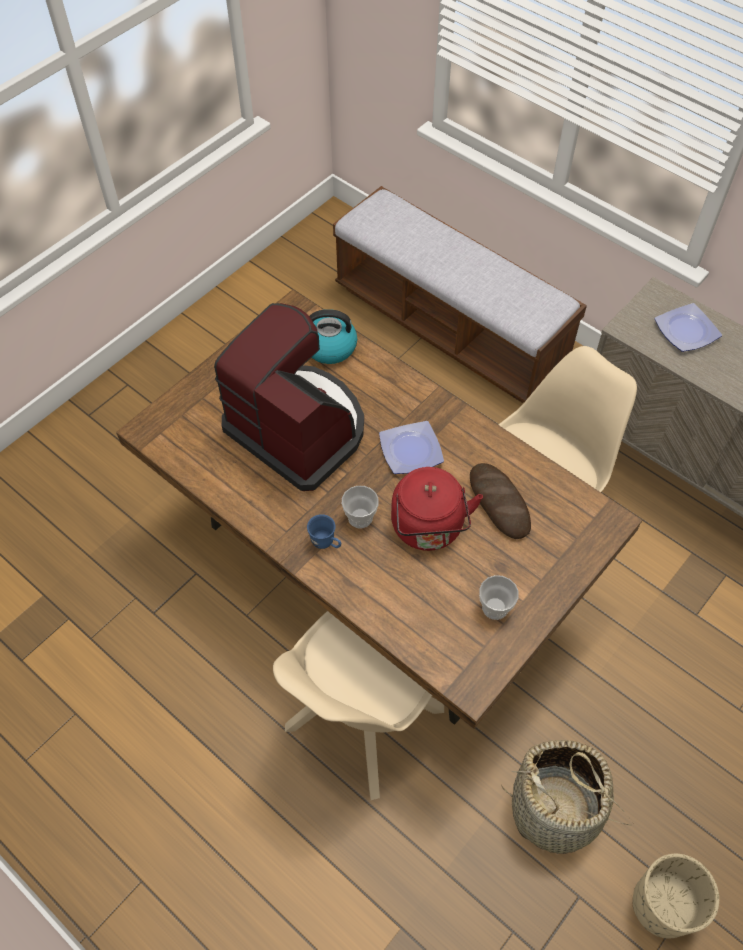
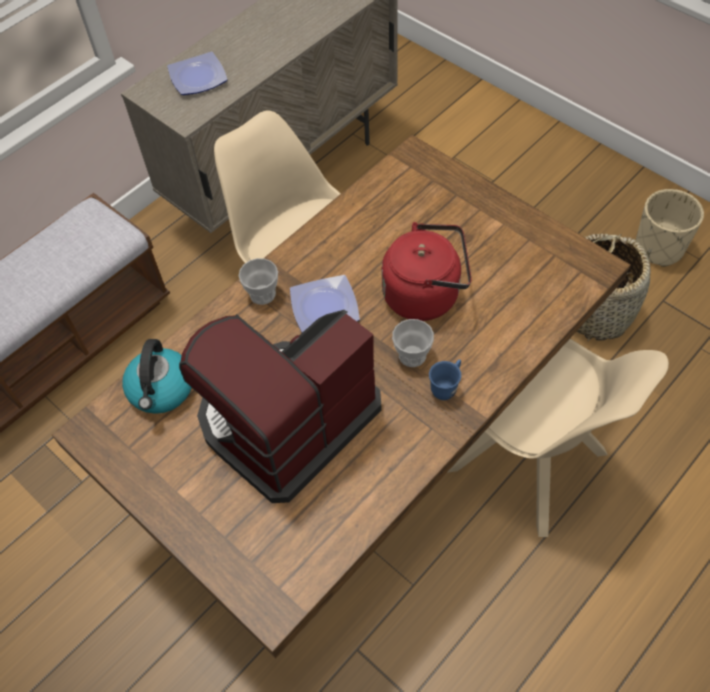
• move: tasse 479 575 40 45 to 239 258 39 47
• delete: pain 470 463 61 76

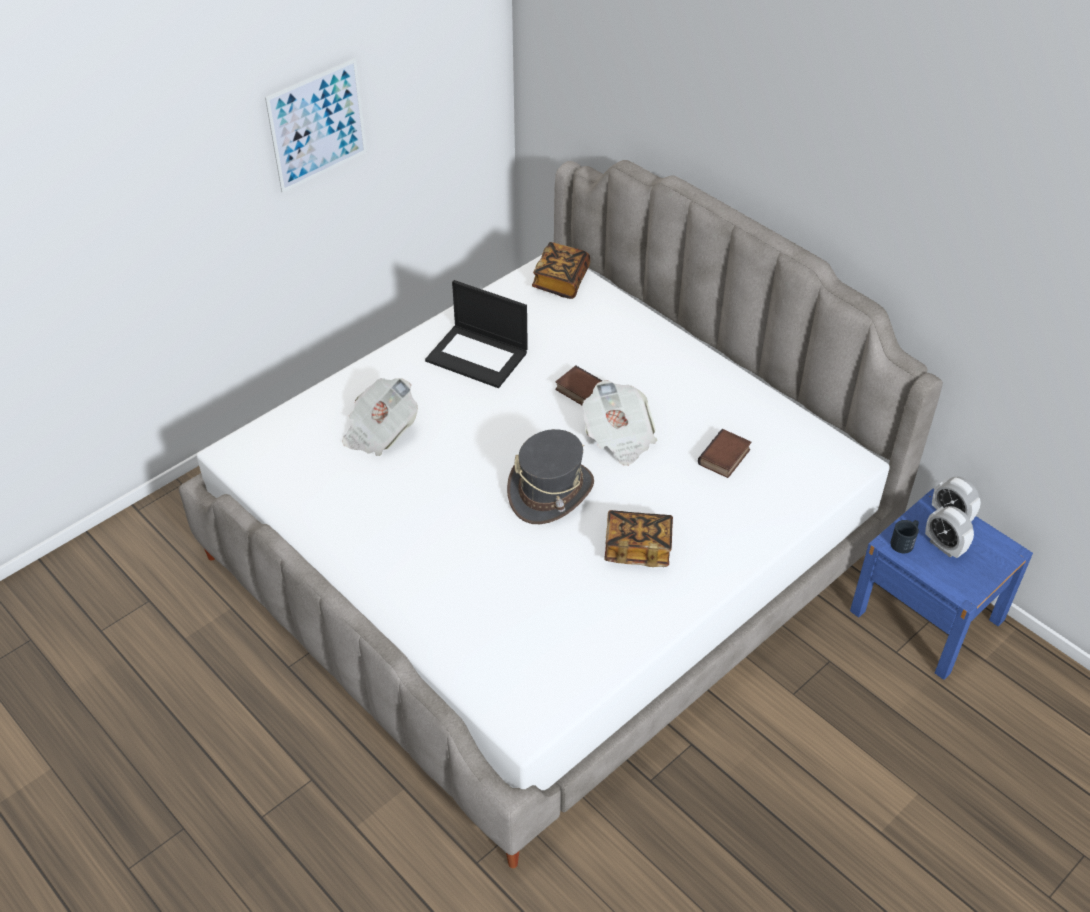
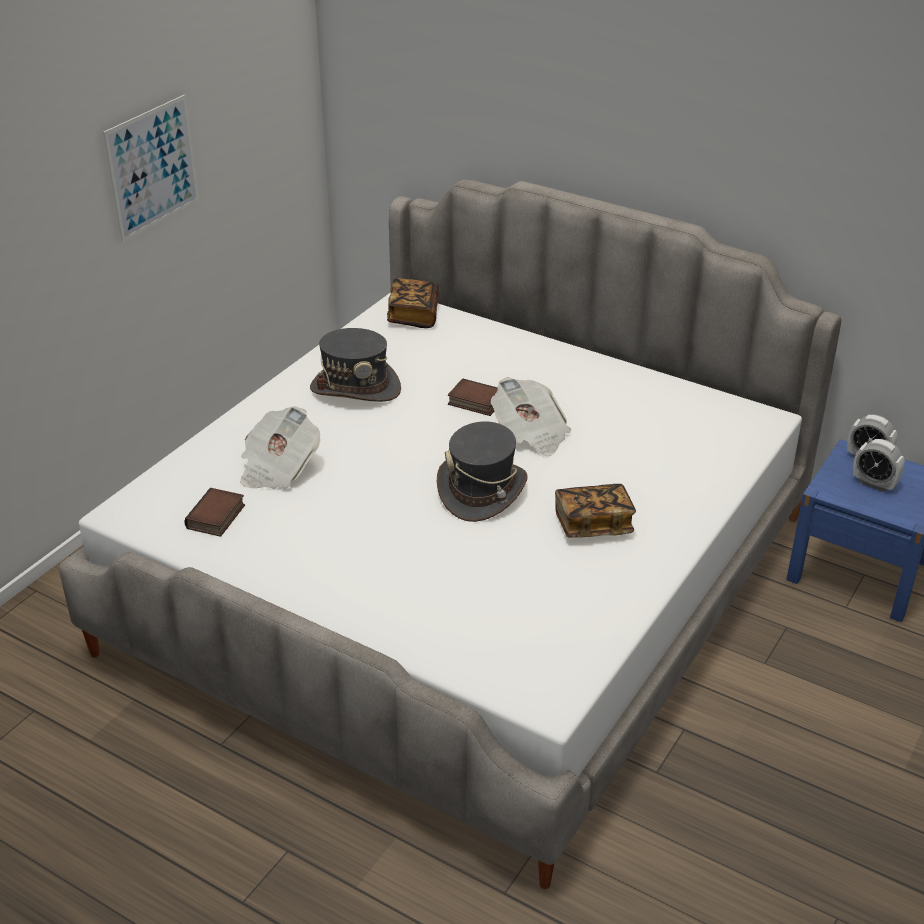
• move: livre 698 429 53 49 to 184 488 61 49
• replace: ordinateur portable 425 280 103 108 to chapeau (gris) 310 328 91 74
• delete: mug (noir) 890 520 29 33

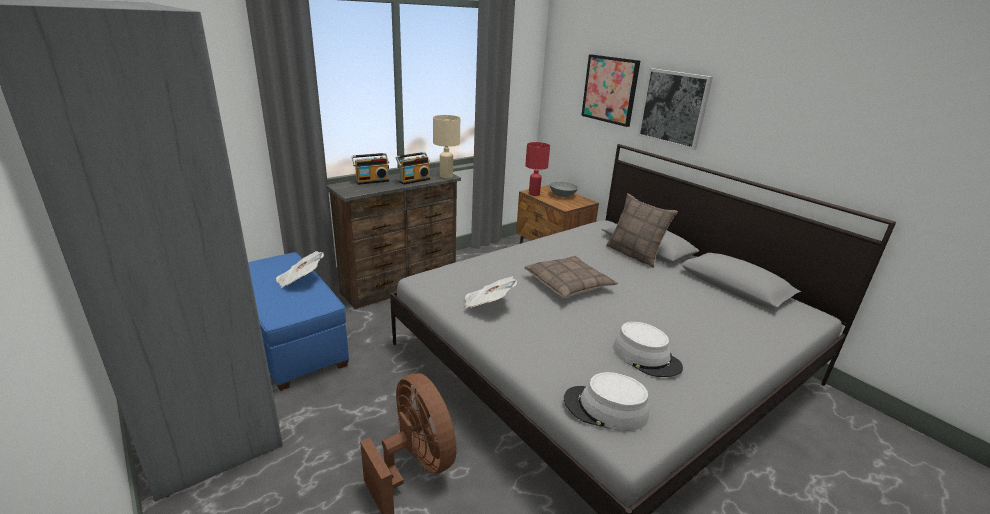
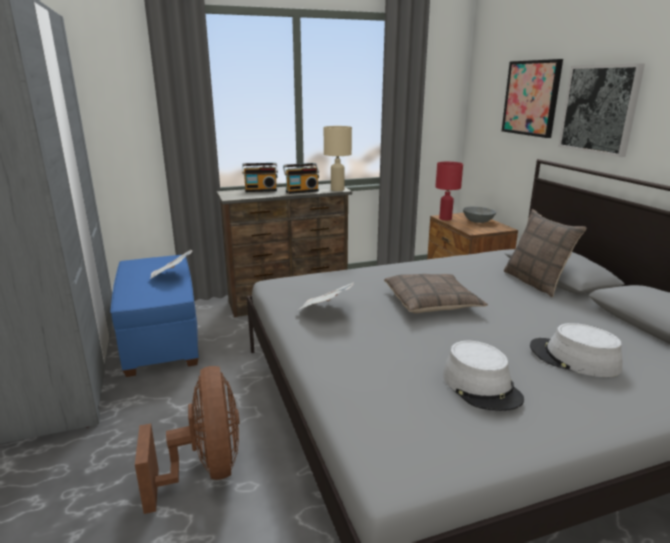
• move: chapeau (gris) 564 372 85 59 to 530 323 92 54

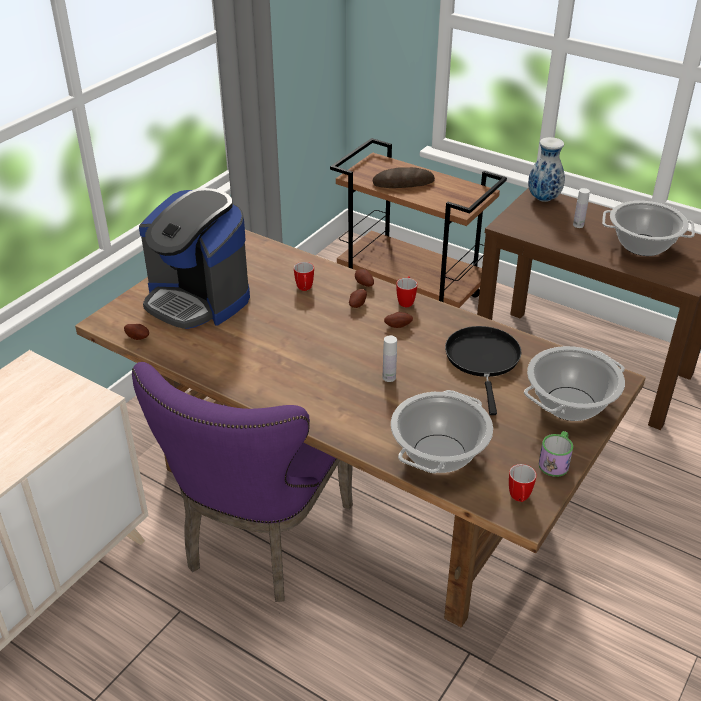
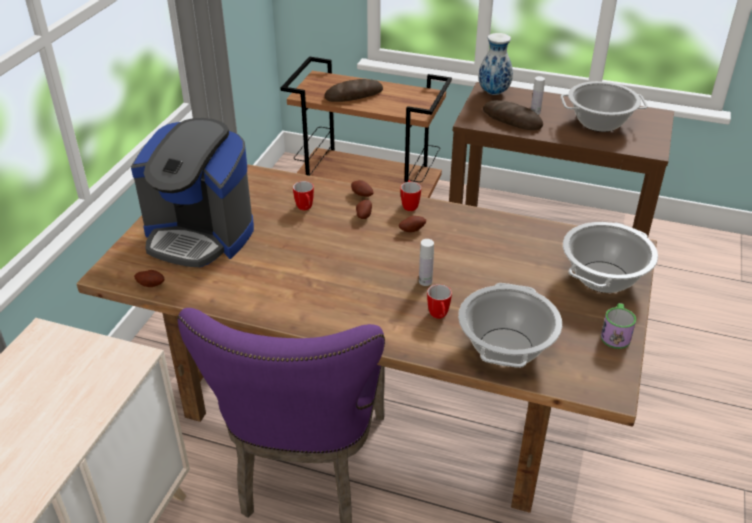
• move: mug 509 464 28 38 to 427 284 25 35
• insert: pain 483 100 60 30
• delete: poêle (noir) 445 326 76 89

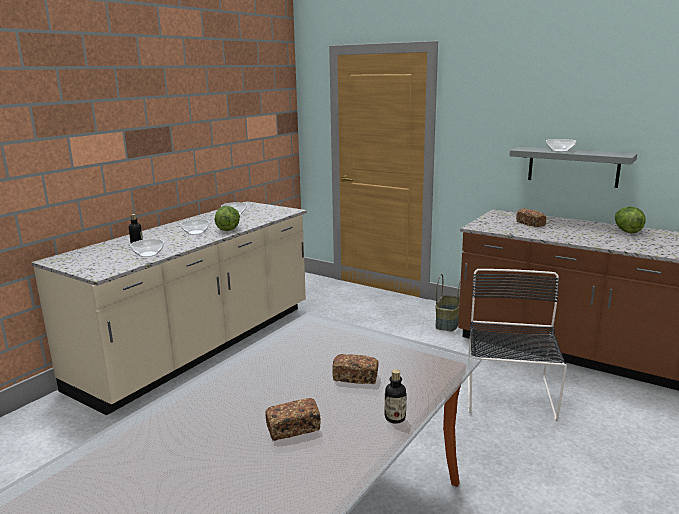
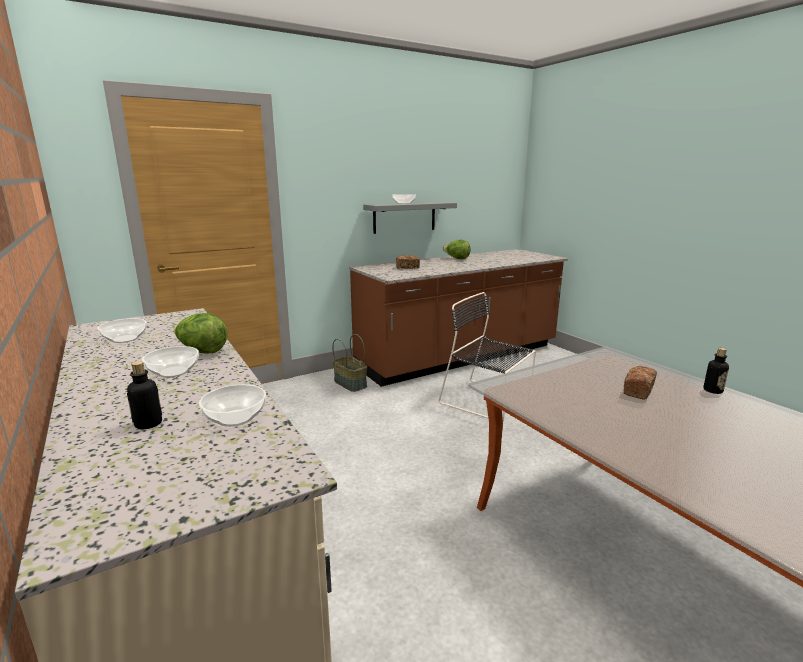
• delete: pain 265 398 56 43

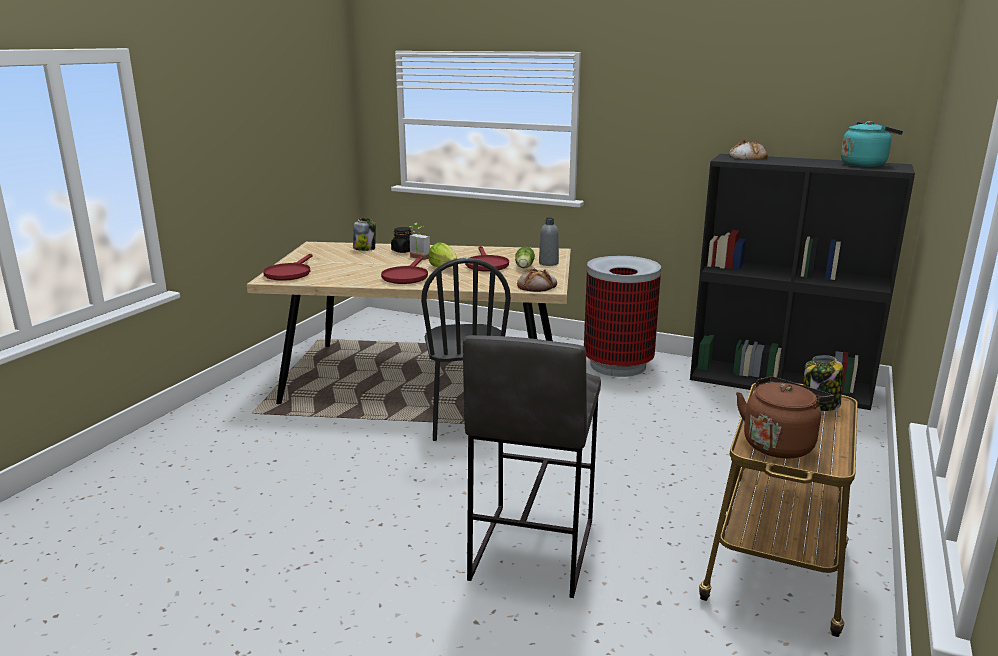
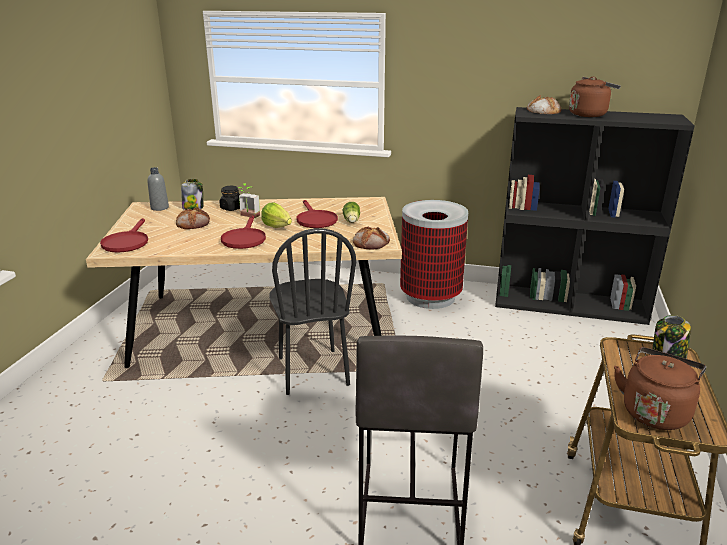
• move: bouteille (gris) 539 217 20 49 to 148 167 21 44
• insert: pain 176 207 34 22
• insert: bouilloire (marron) 569 77 52 40
• delete: bouilloire (turquoise) 841 121 62 46

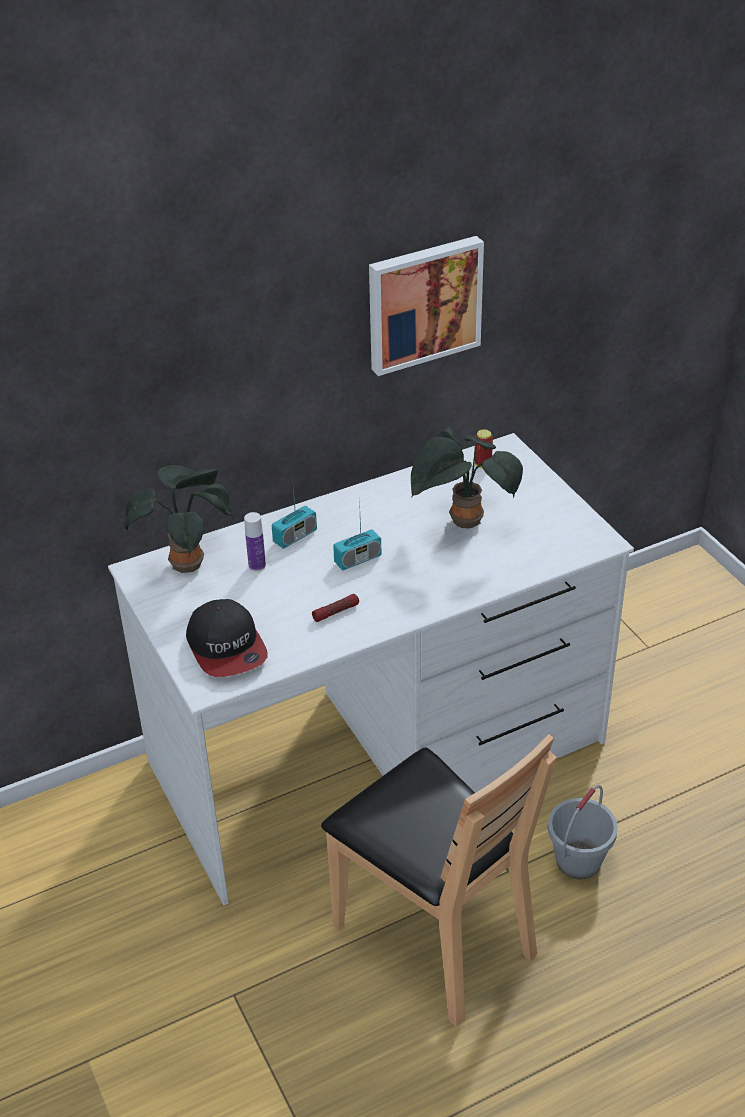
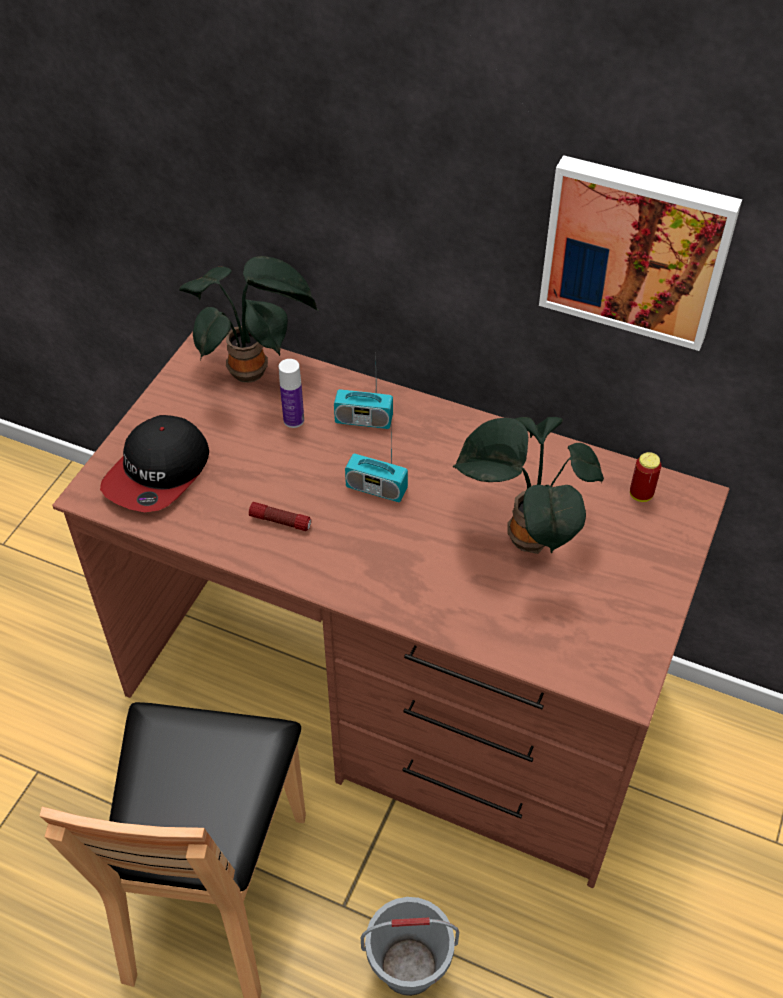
• recolor: bureau (blanc) 108 433 526 472 to bureau (marron) 52 332 677 556

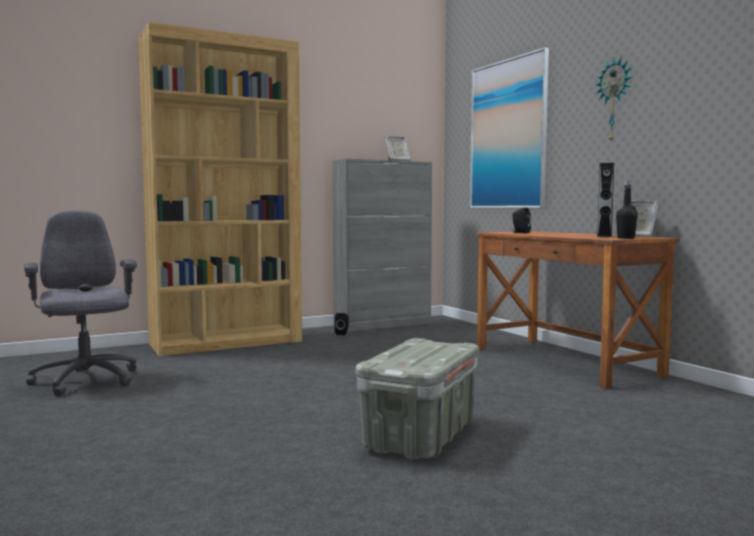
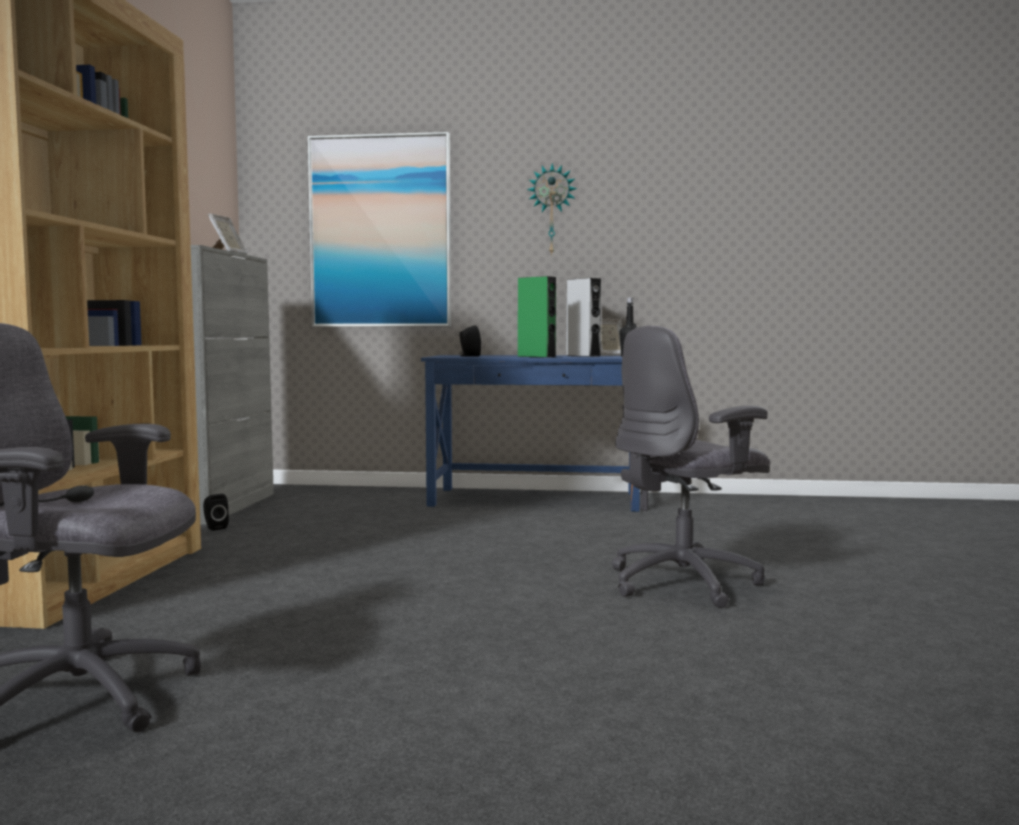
• recolor: bureau (marron) 475 231 204 158 to bureau (bleu) 421 355 219 157
• insert: enceinte (vert) 518 276 38 82
• replace: boîte de rangement (gris) 356 338 123 122 to chaise de bureau (gris) 611 326 159 282

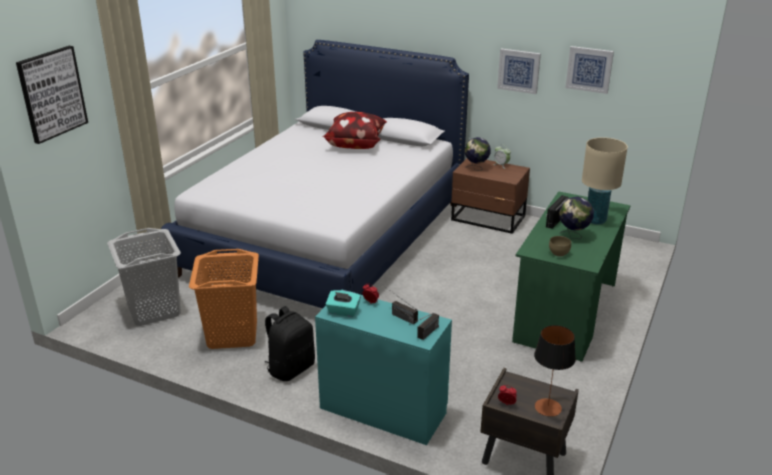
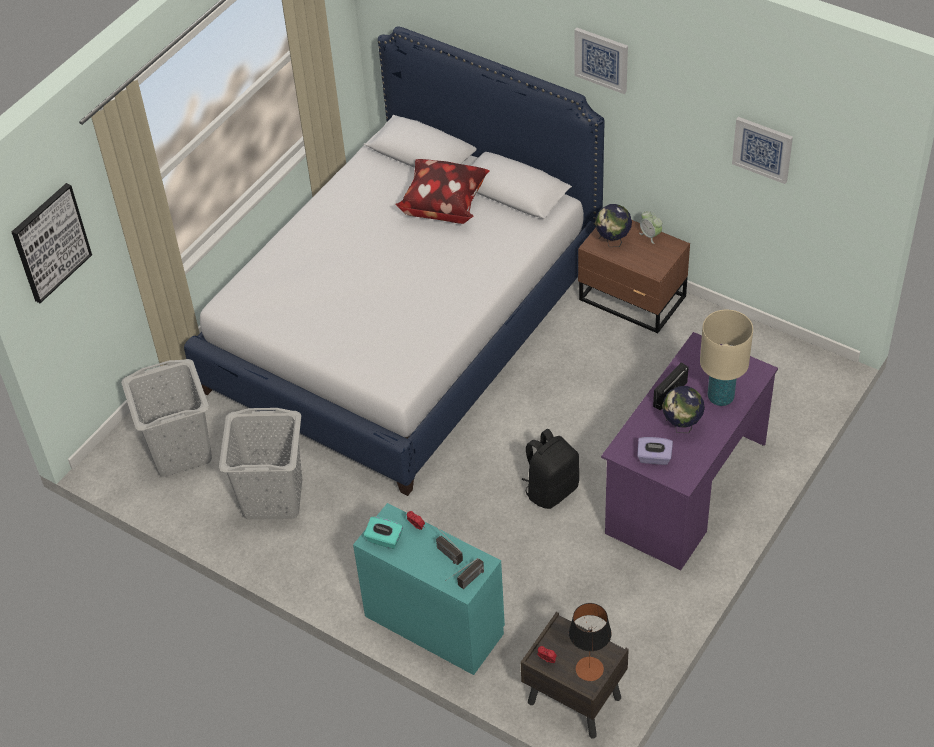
• recolor: panier à linge (orange) 189 249 70 100 to panier à linge (gris) 219 408 83 111
• move: sac à dos (noir) 265 306 50 75 to 521 429 58 80
• move: tableau 497 49 44 45 to 574 28 54 66
• recolor: bureau (vert) 512 191 119 170 to bureau (violet) 601 332 177 238
• replace: bol (marron) 549 236 22 21 to boîte à mouchoirs (violet) 637 437 36 28

